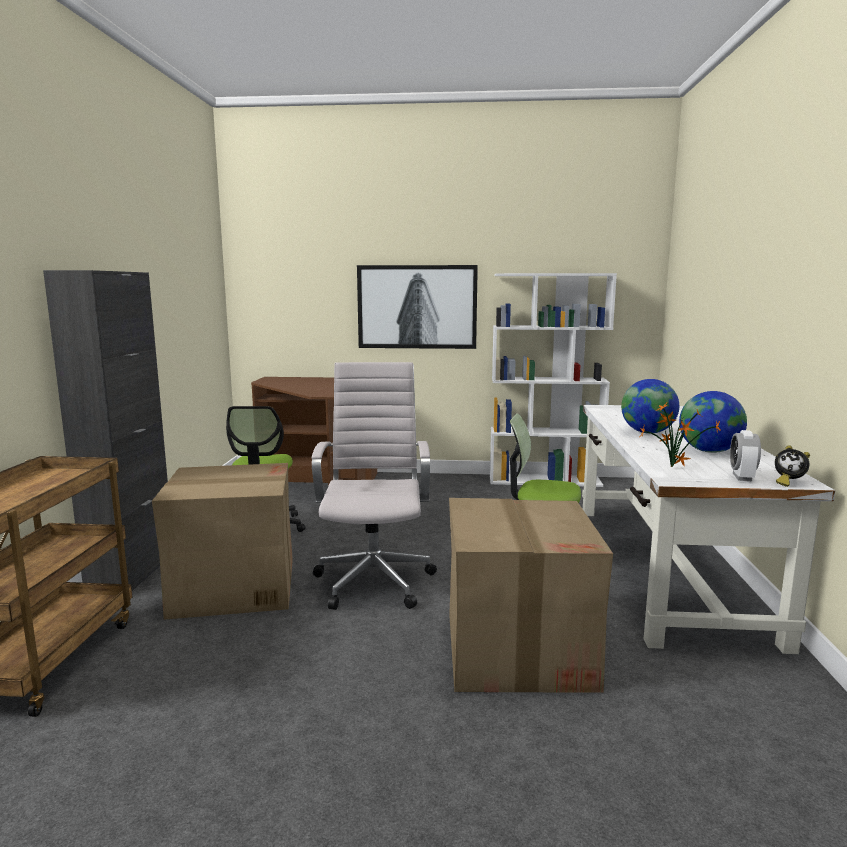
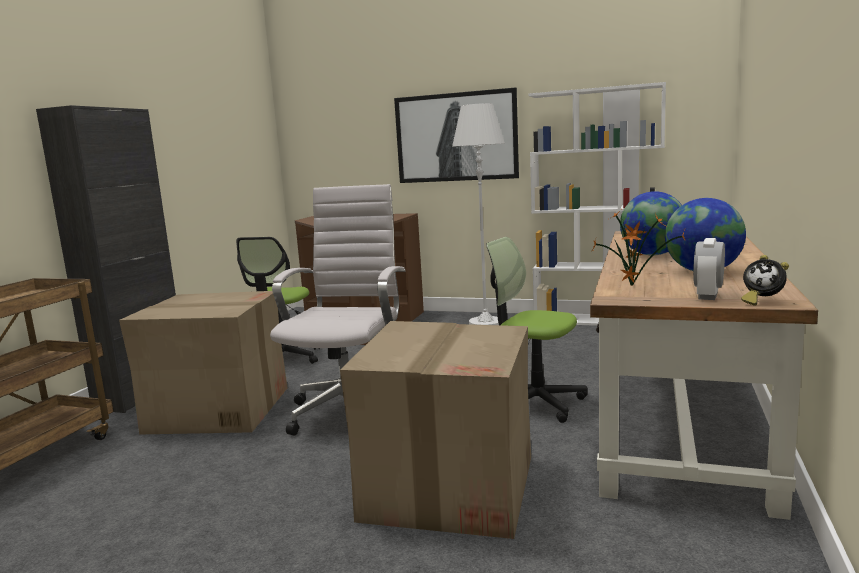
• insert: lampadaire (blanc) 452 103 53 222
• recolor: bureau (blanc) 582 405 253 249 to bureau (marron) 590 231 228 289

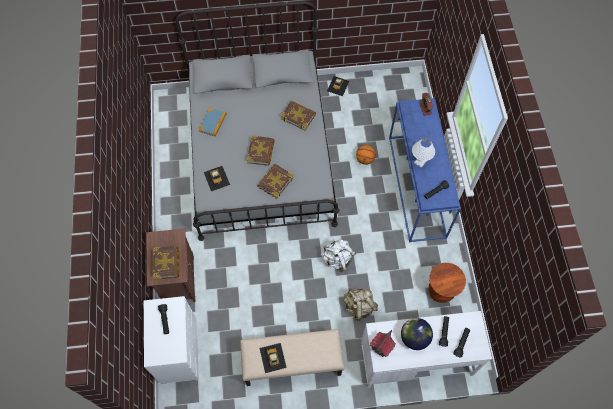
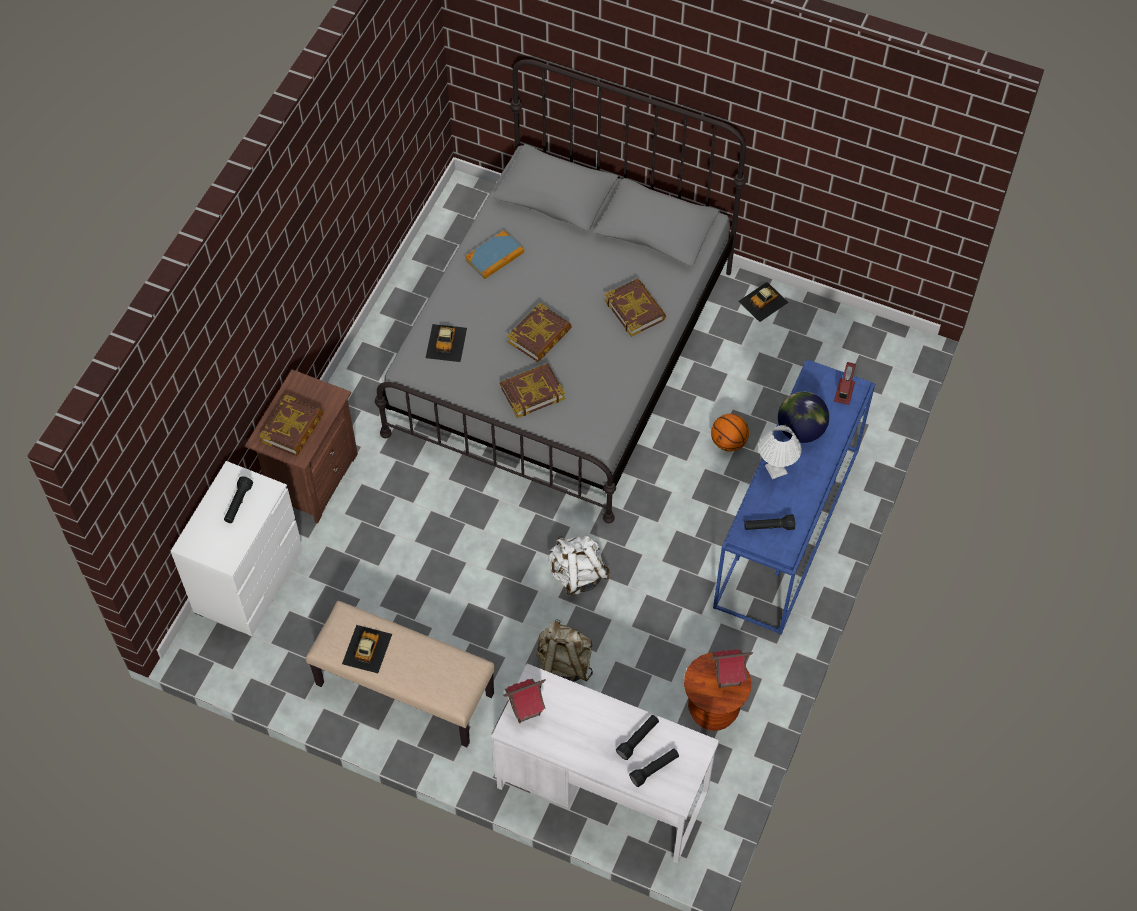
• insert: maison miniature 710 649 43 39
• move: globe 401 318 32 32 to 778 392 51 51

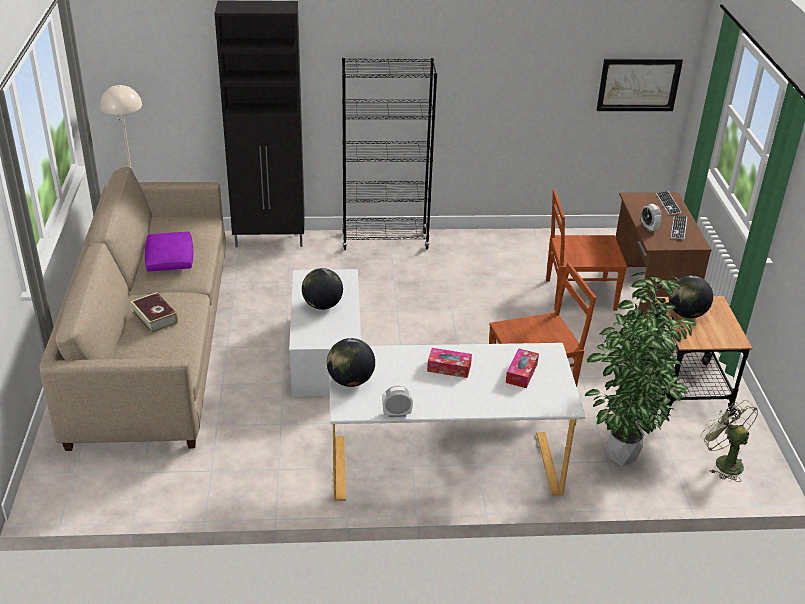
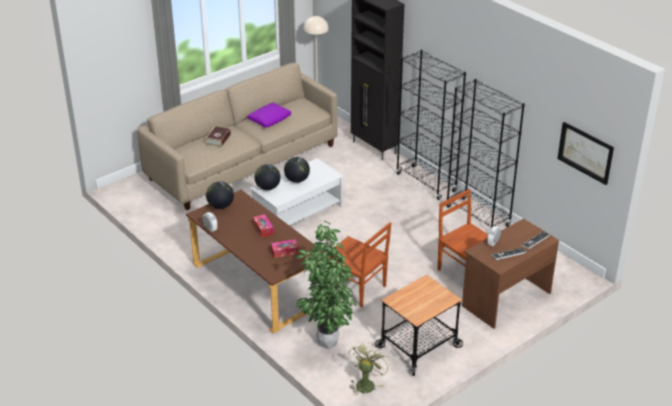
• recolor: bureau (blanc) 329 343 257 158 to bureau (marron) 186 190 137 144
• move: globe 669 275 44 43 to 254 164 27 26
• insert: bibliothèque (noir) 446 79 79 148

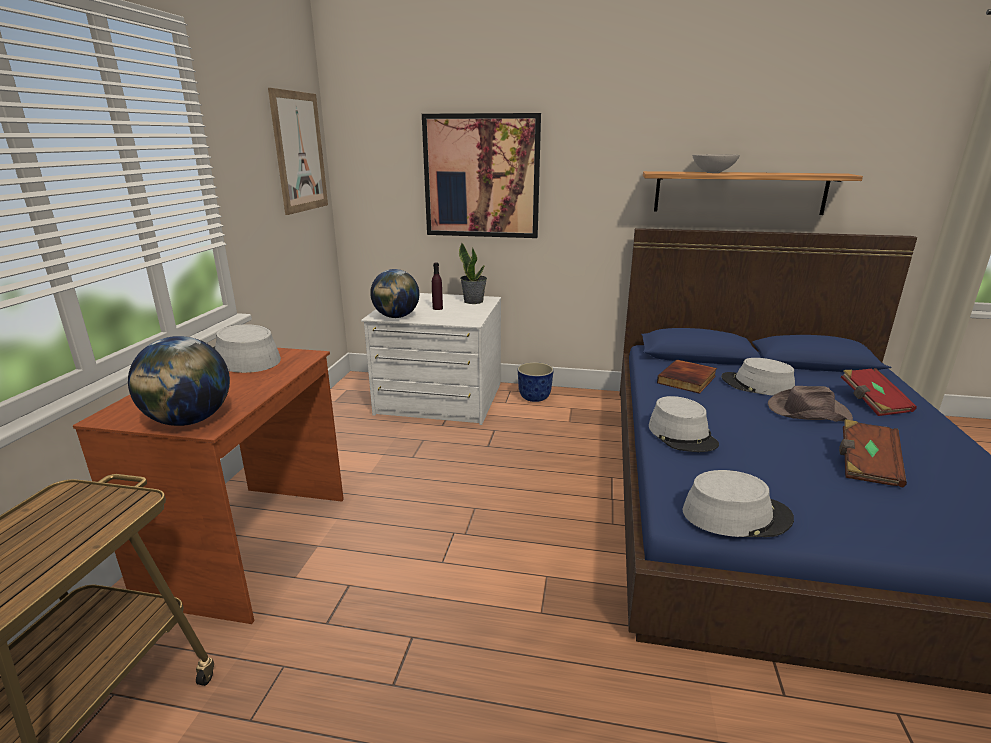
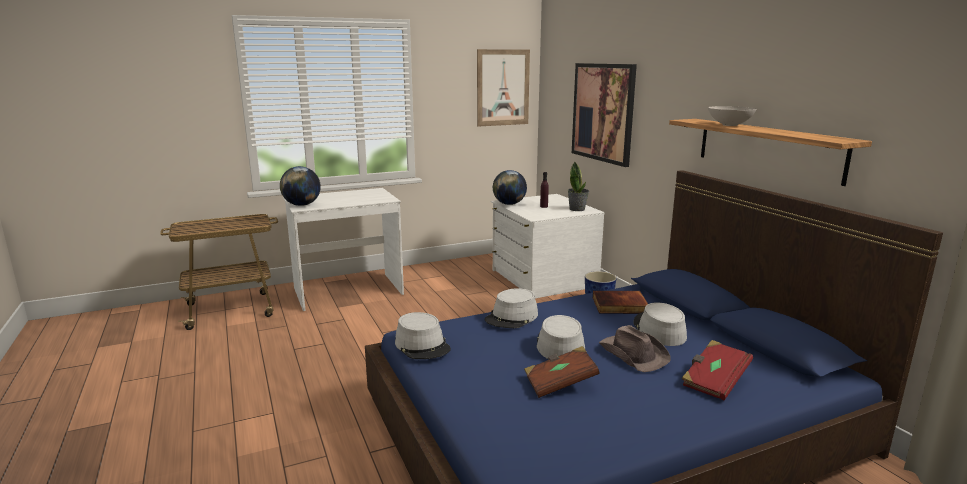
• recolor: bureau (marron) 73 348 271 276 to bureau (blanc) 283 188 121 123
• move: chapeau (gris) 213 324 68 49 to 537 315 48 44

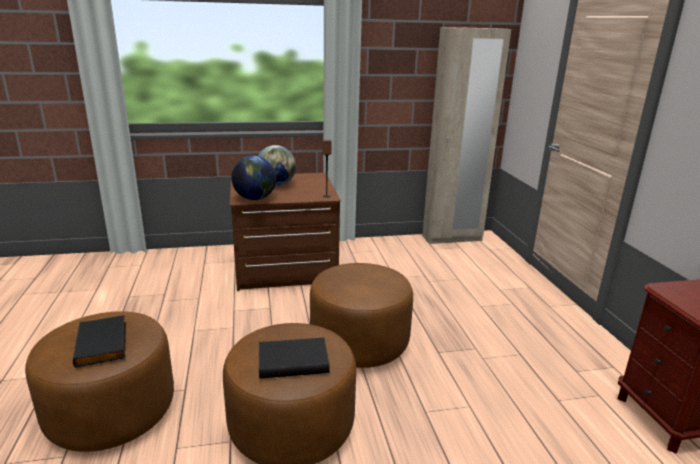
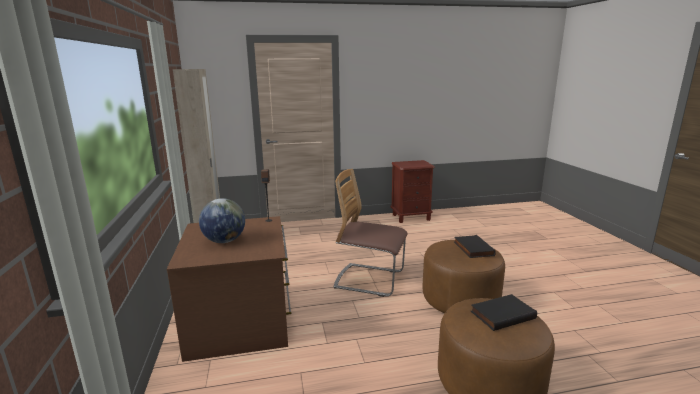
• replace: pouf (marron) 310 263 103 105 to chaise 333 169 75 128
• delete: globe 231 156 45 44

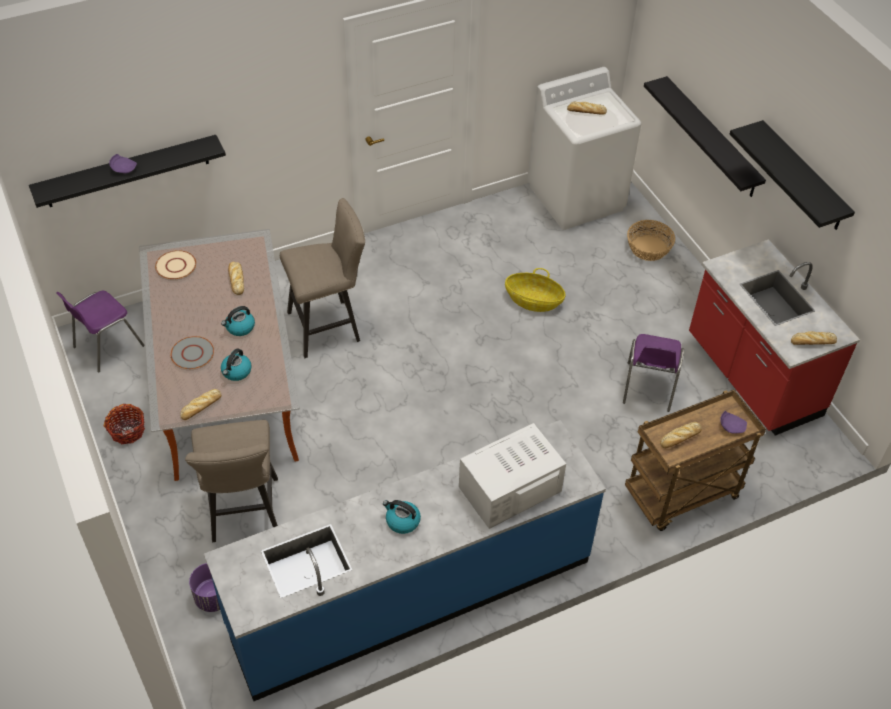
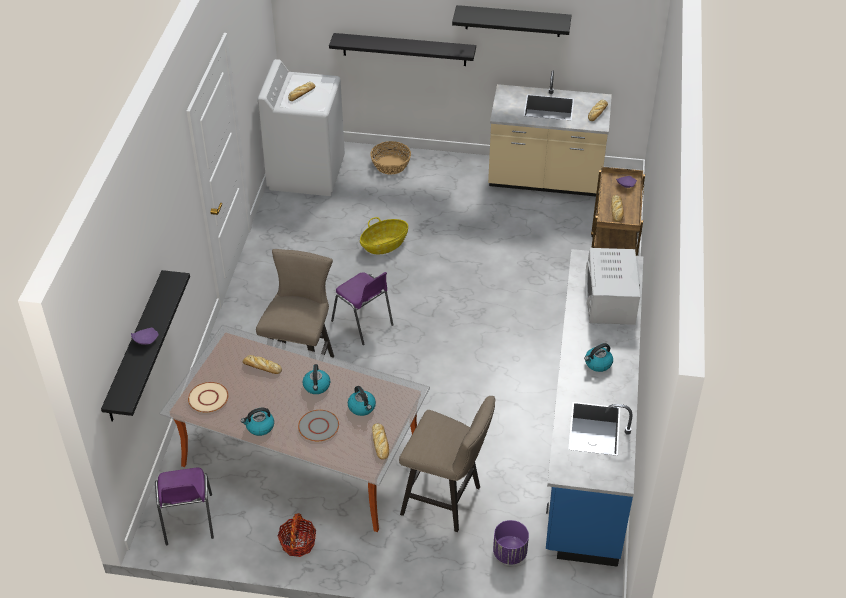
• insert: bouilloire 241 408 33 28
• move: chaise (violet) 623 334 61 78 to 331 272 62 73
• recolor: comptoir de cuisine (rouge) 689 239 171 197 to comptoir de cuisine (beige) 488 70 124 126

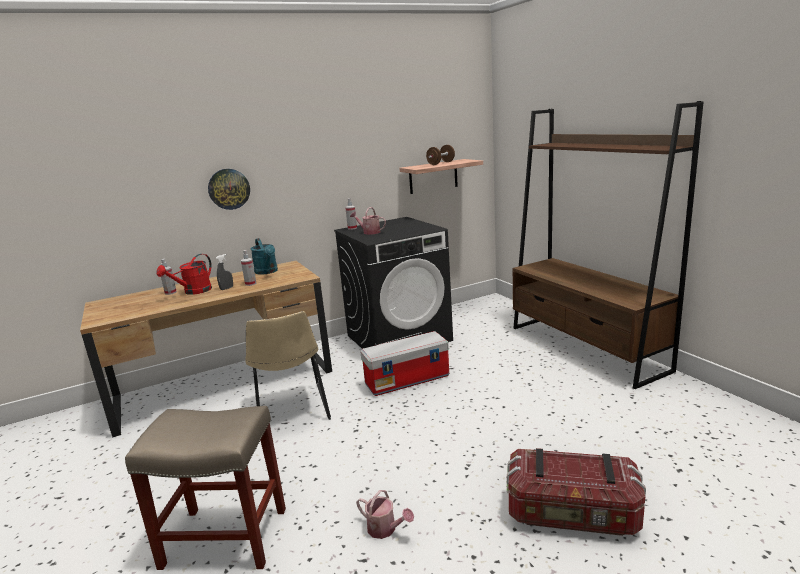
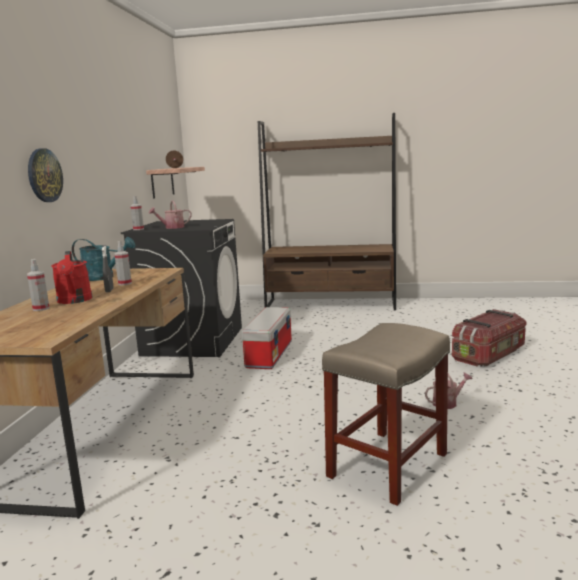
• delete: chaise (beige) 245 311 86 109

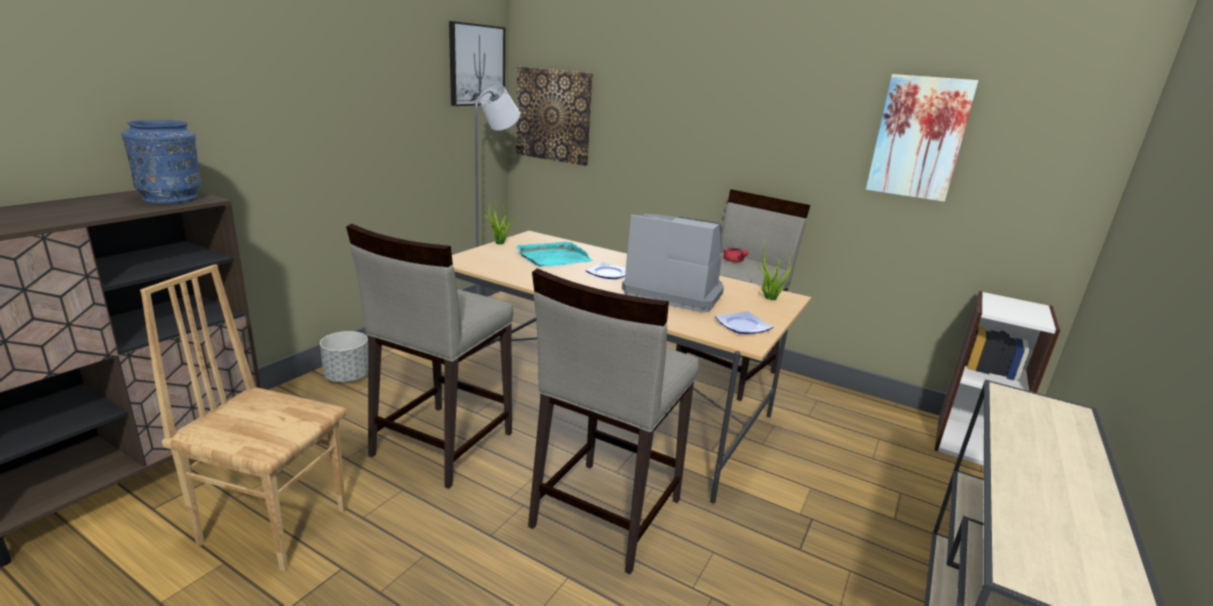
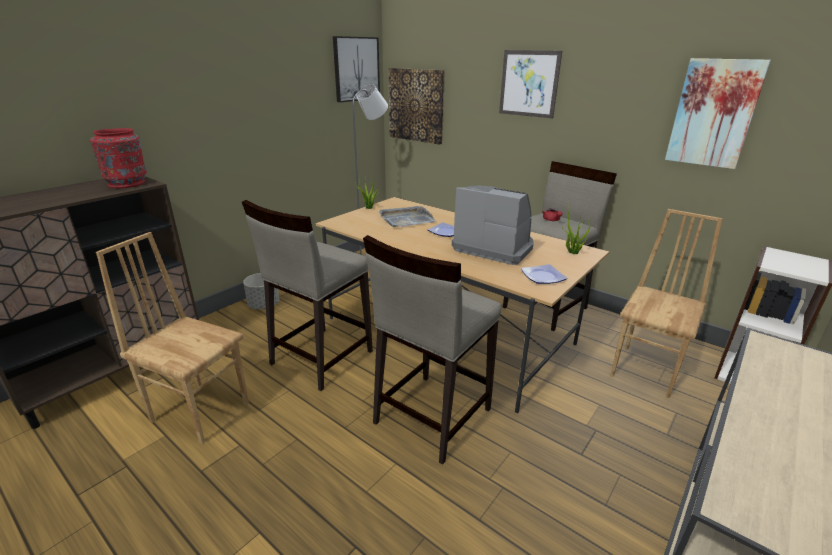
• recolor: vase (bleu) 121 120 81 84 to vase (rouge) 90 128 57 60
• recolor: plateau (turquoise) 516 242 77 25 to plateau (gris) 379 206 57 21
• insert: tableau 499 50 63 69
• insert: chaise (marron) 610 209 113 189

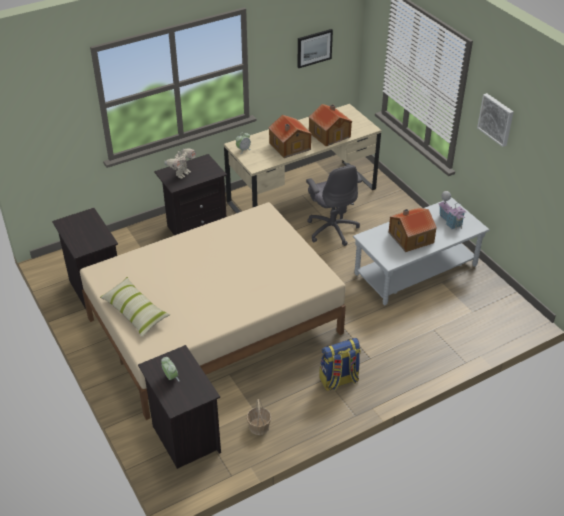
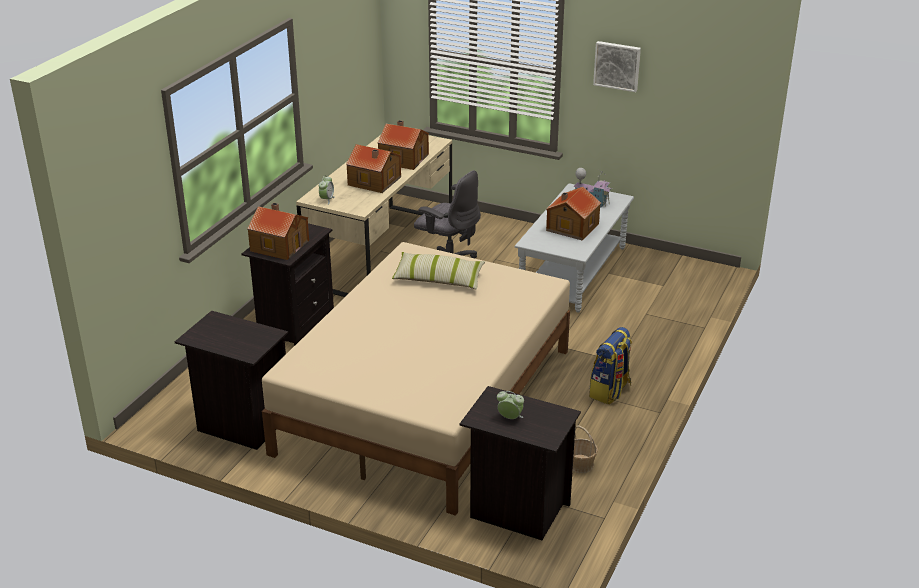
• replace: robot jouet 164 149 32 30 to maison miniature 247 203 62 57
• move: coussin 100 277 70 60 to 392 252 93 37
• delete: tableau 297 29 36 39

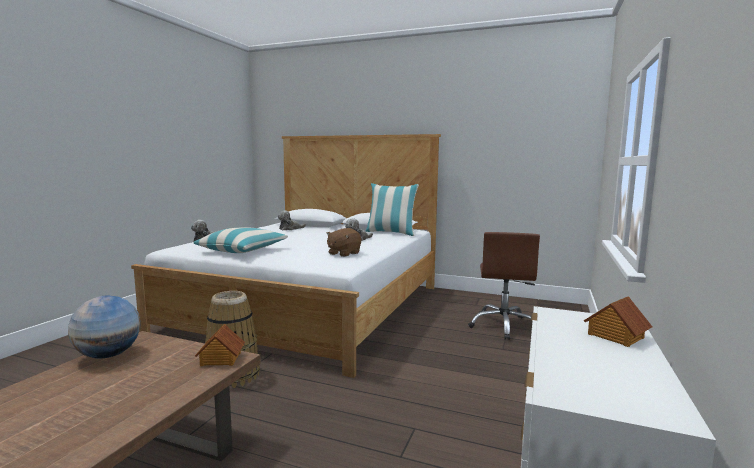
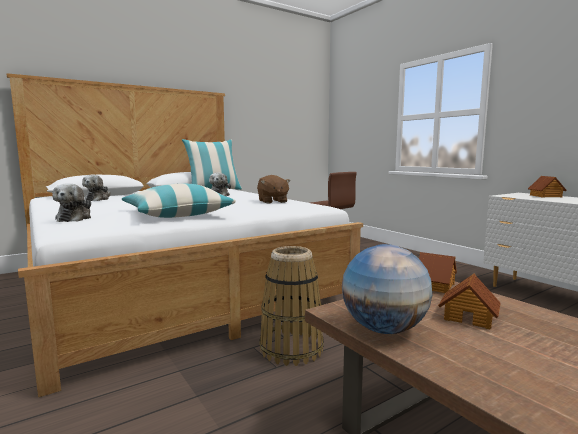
• insert: maison miniature 438 274 63 55

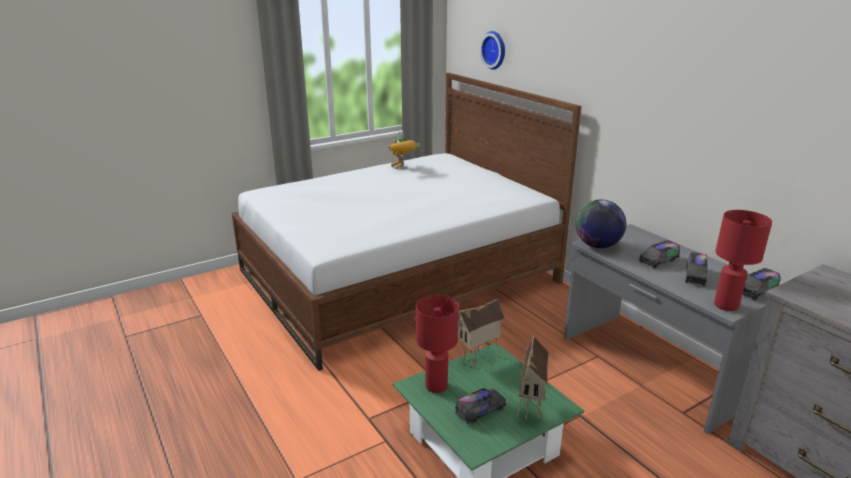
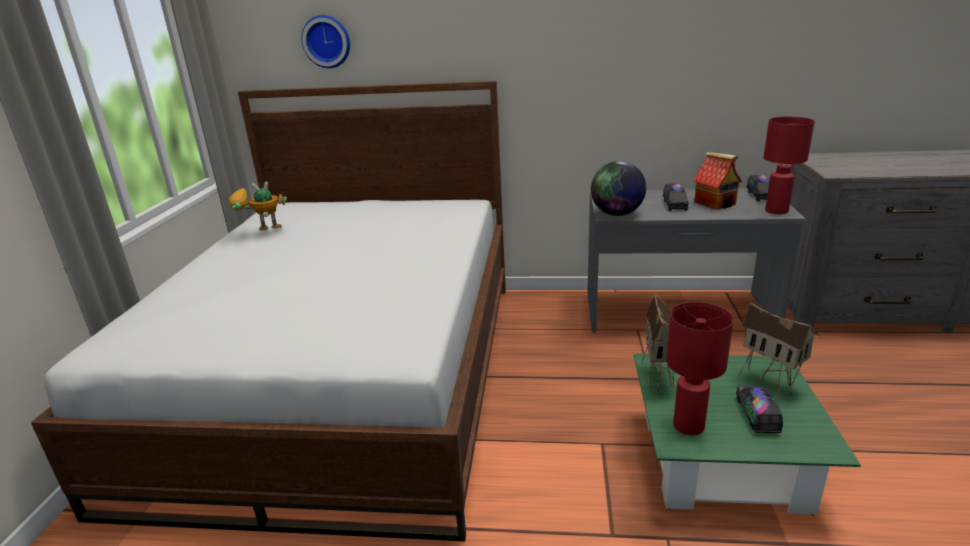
• rotate: robot jouet 389 132 31 37 = 229 182 58 49 150 degrees clockwise
• replace: camion jouet 685 252 22 34 to maison miniature 693 152 49 58

